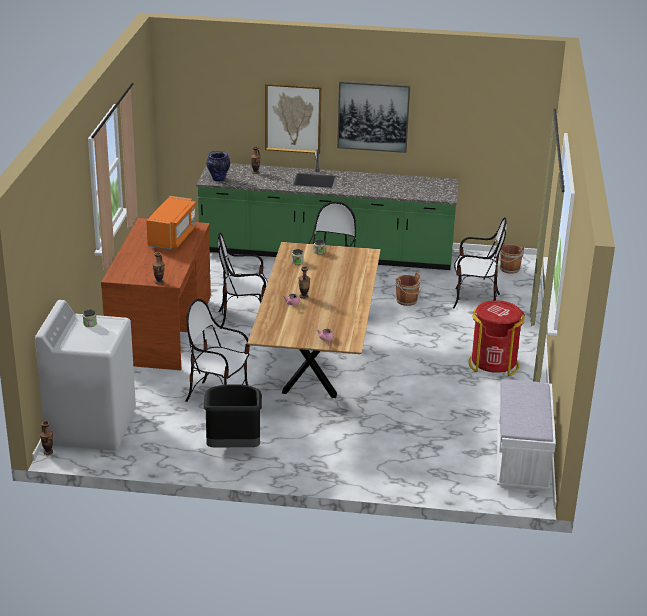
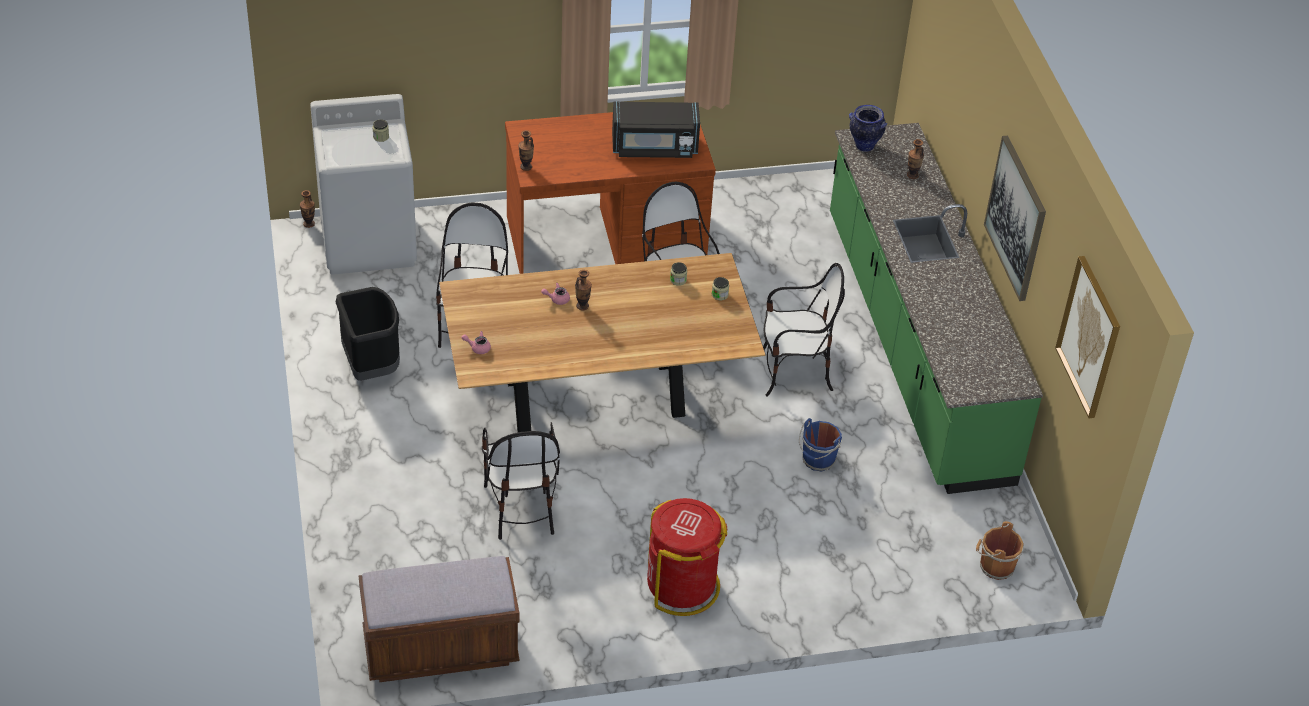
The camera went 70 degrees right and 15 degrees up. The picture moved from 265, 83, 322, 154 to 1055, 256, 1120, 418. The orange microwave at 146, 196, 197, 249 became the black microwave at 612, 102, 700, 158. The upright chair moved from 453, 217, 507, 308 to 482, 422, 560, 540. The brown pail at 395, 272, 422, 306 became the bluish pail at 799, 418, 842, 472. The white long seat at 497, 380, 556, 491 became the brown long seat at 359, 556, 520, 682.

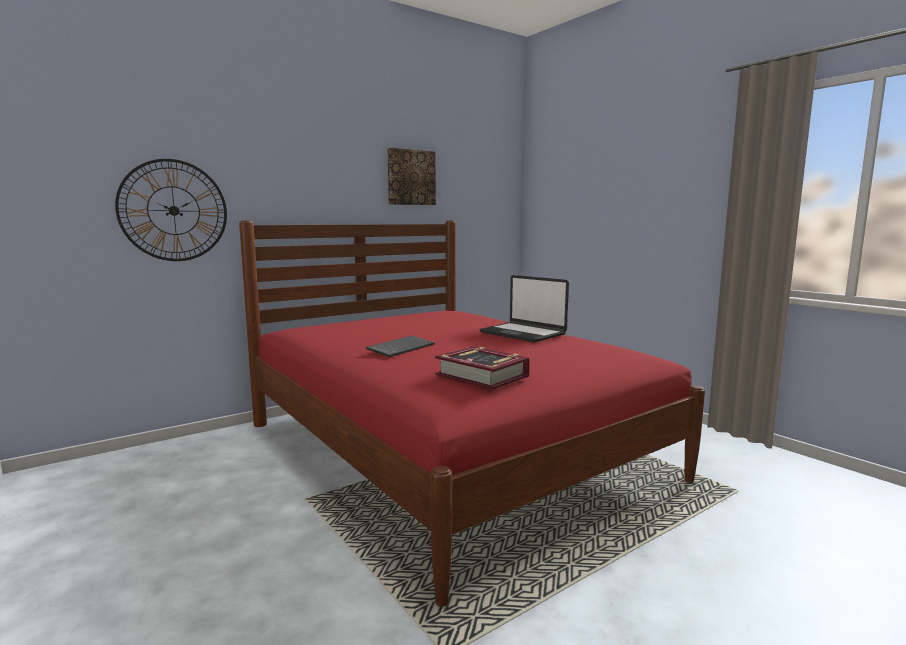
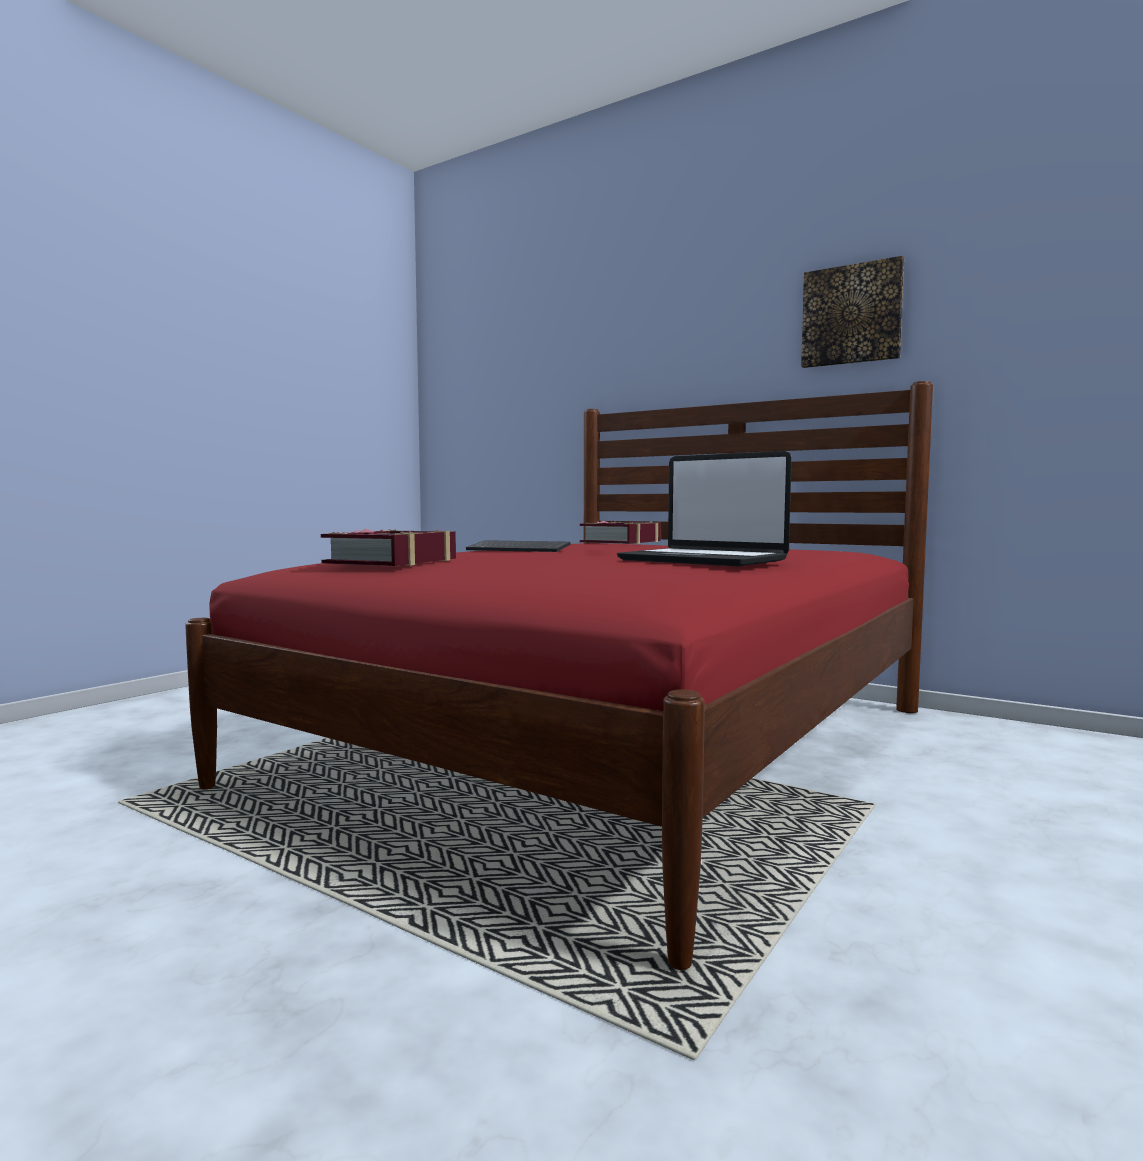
The camera went 70 degrees right and 5 degrees down. The wall clock at 115, 159, 227, 261 disappeared. The portable computer at 479, 275, 569, 342 turned 75 degrees counterclockwise. The book at 580, 521, 661, 544 appeared.

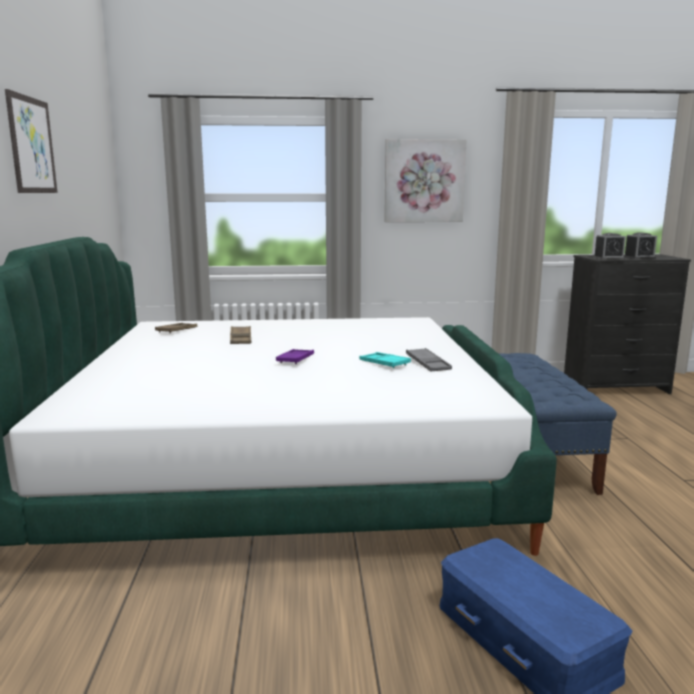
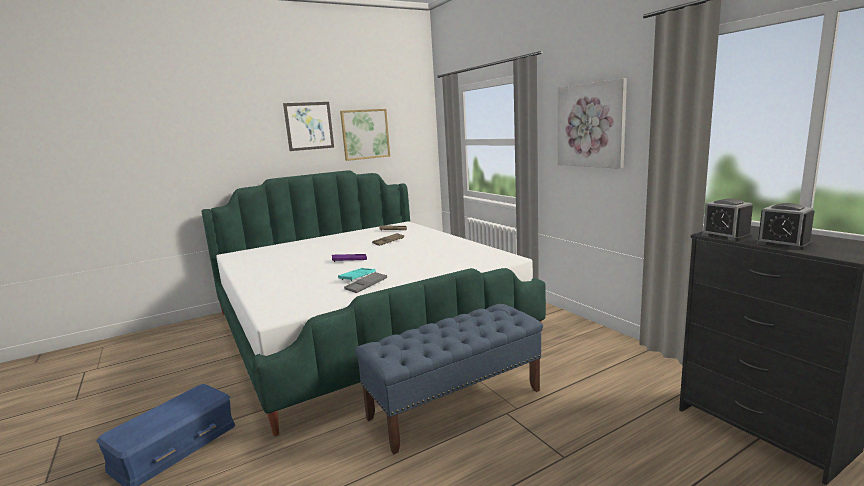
The camera went 65 degrees right and 0 degrees up. The picture at 340, 109, 390, 161 appeared.

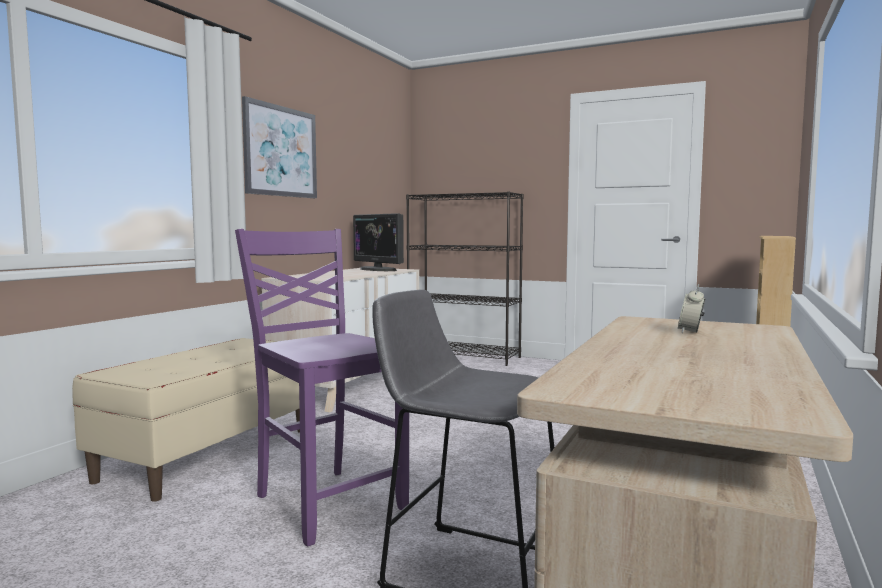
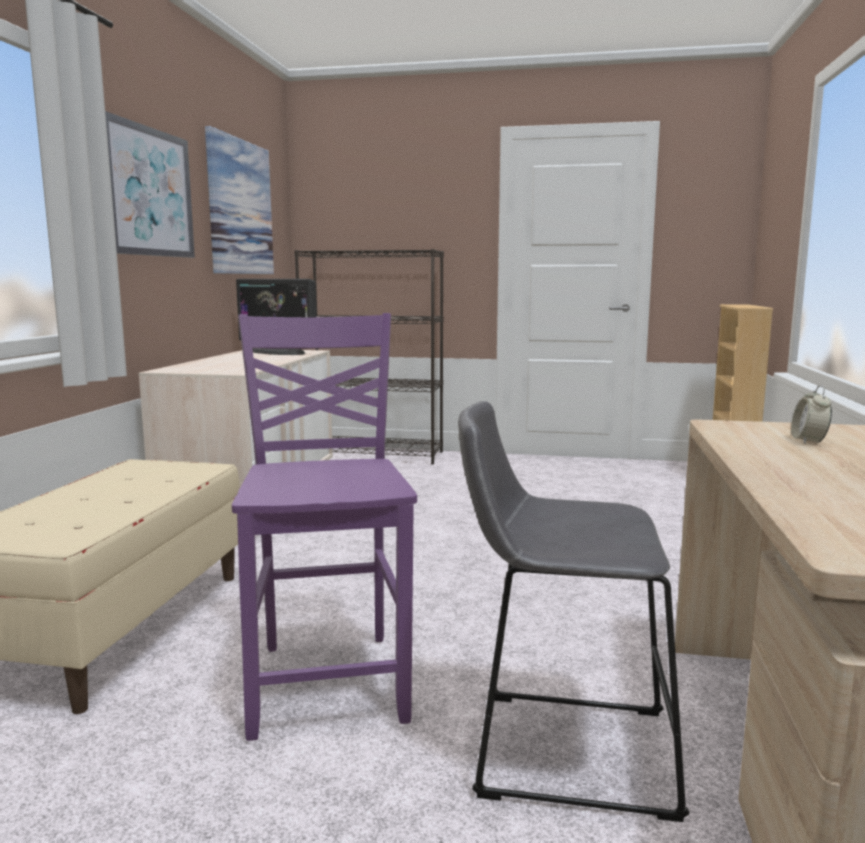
The camera went 15 degrees left and 5 degrees up. The purplish upright chair at 235, 229, 409, 546 turned 45 degrees clockwise. The picture at 205, 126, 274, 274 appeared.

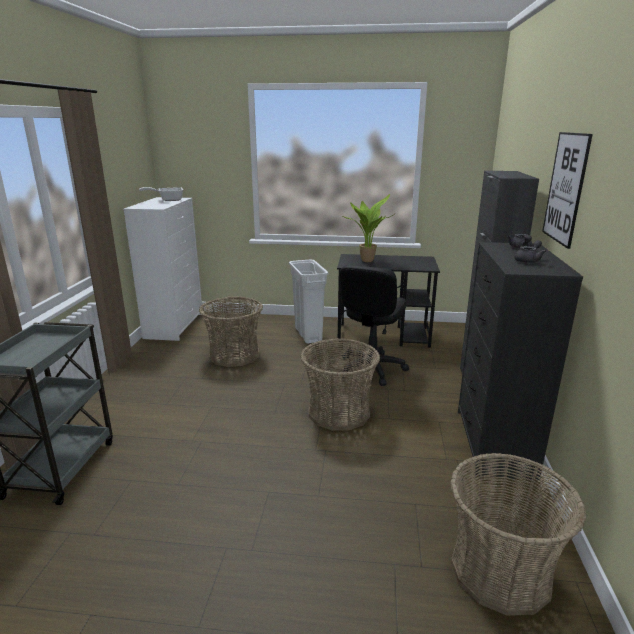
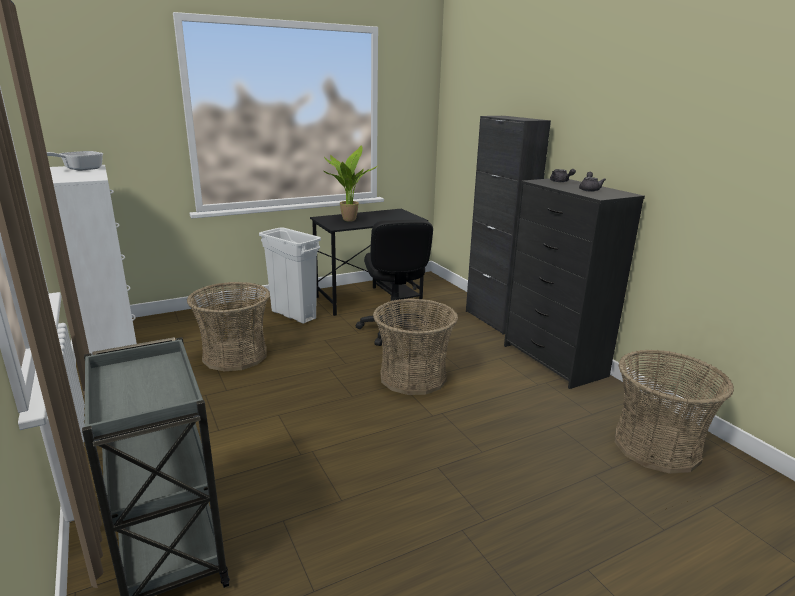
The camera went 35 degrees left and 0 degrees up. The picture at 542, 132, 593, 249 disappeared.

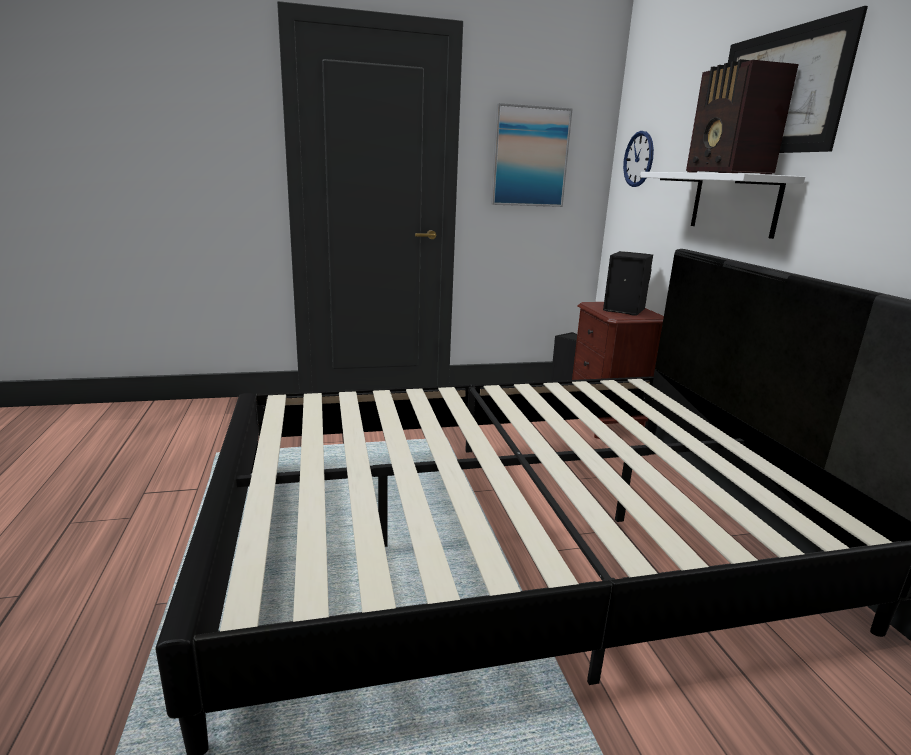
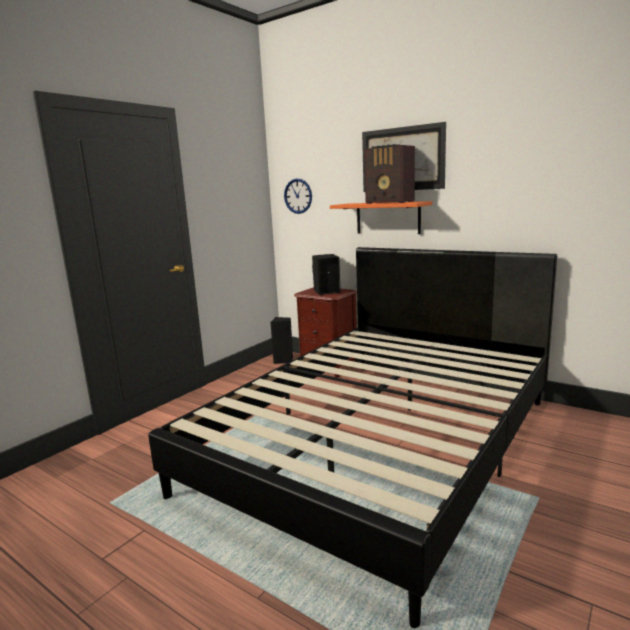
The camera went 40 degrees left and 5 degrees down. The picture at 491, 103, 572, 207 disappeared. The white wall shelf at 640, 172, 805, 239 became the orange wall shelf at 330, 201, 432, 234.

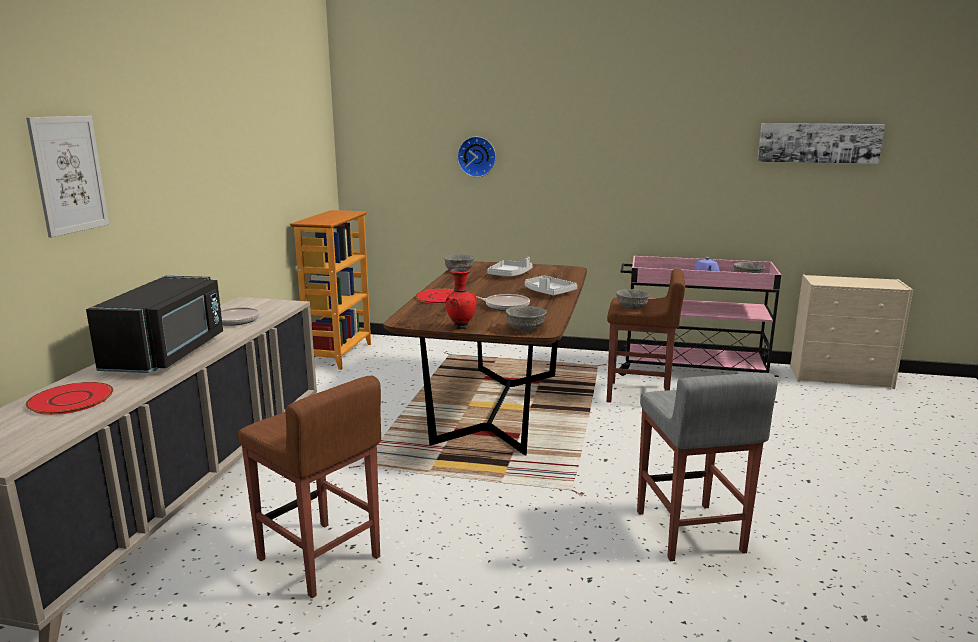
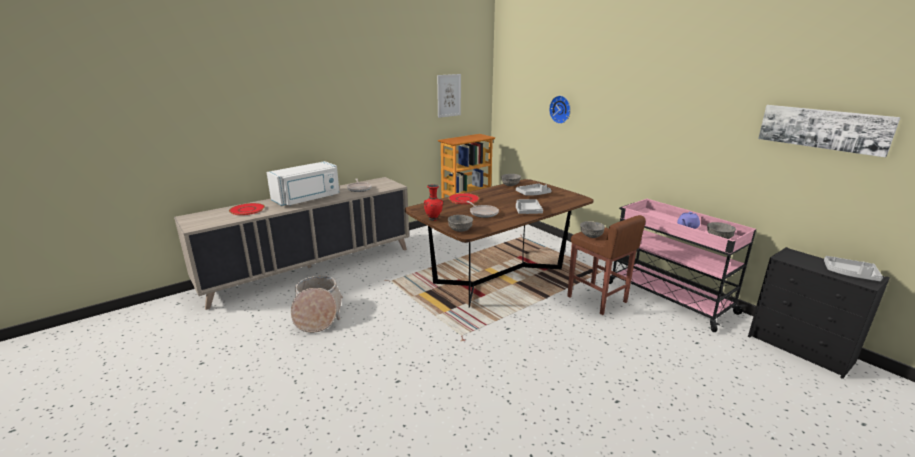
The camera went 40 degrees right and 5 degrees up. The picture moved from 26, 116, 109, 238 to 437, 74, 461, 118. The beige-coloured dresser at 790, 275, 913, 389 became the black dresser at 748, 247, 890, 379. The black microwave at 86, 276, 223, 373 became the white microwave at 266, 161, 340, 206. The gray sitting stool at 637, 373, 777, 561 disappeared. The brown sitting stool at 238, 376, 381, 598 was replaced by the basket at 291, 276, 343, 333. The gray carrying tray at 824, 256, 882, 281 appeared.

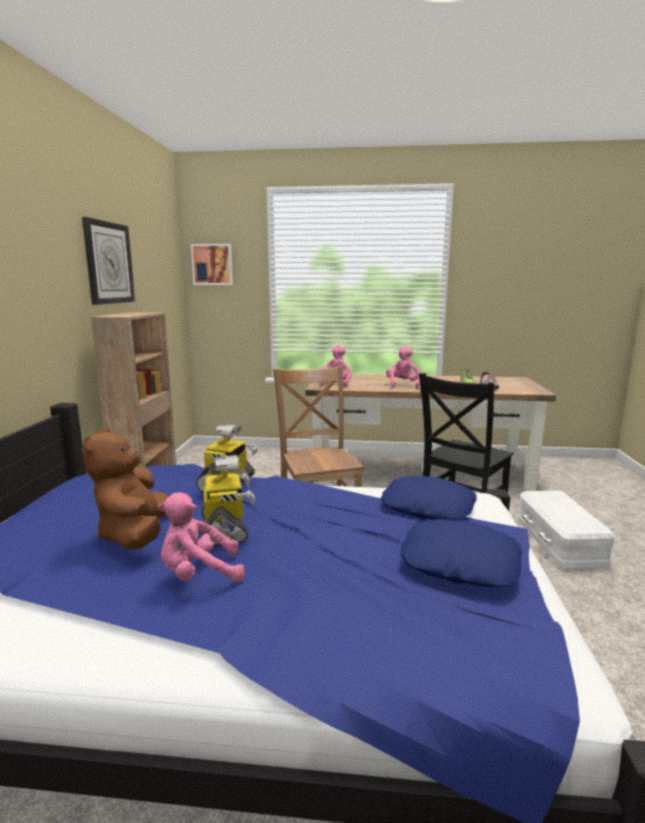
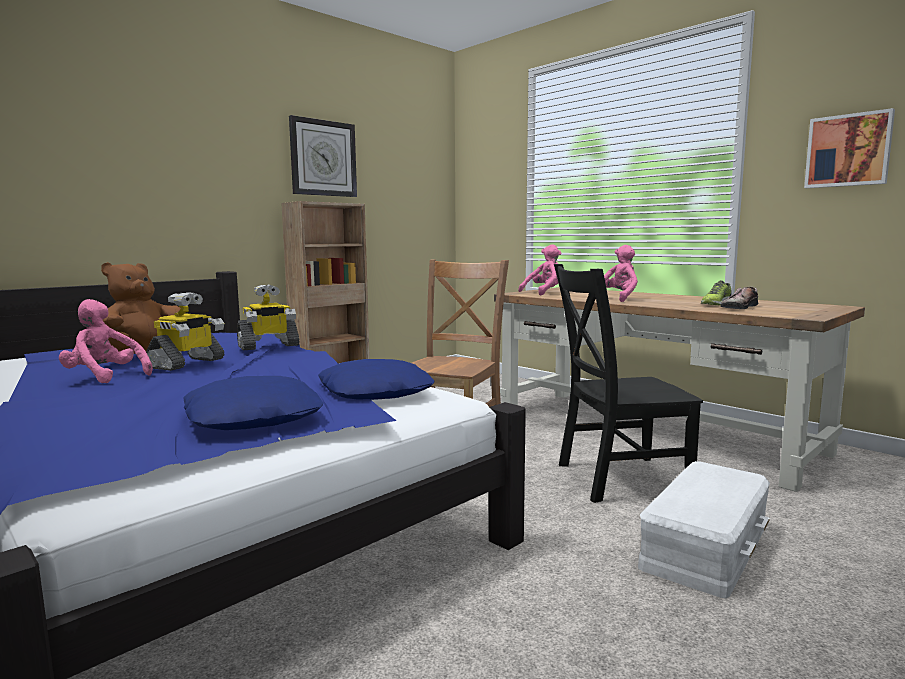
The camera went 40 degrees right and 5 degrees down. The picture moved from 191, 244, 233, 285 to 804, 108, 895, 188.

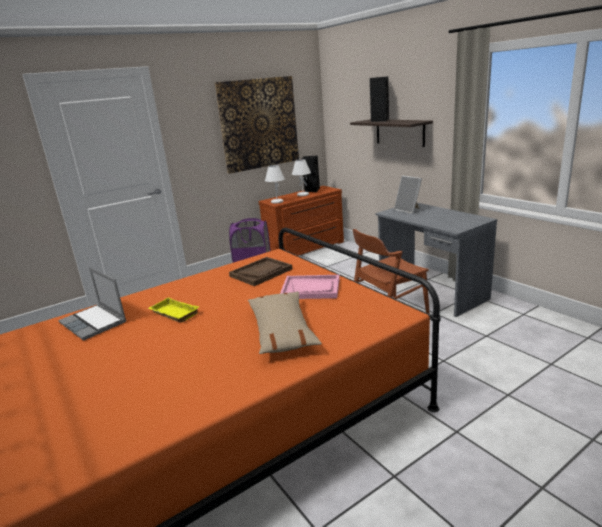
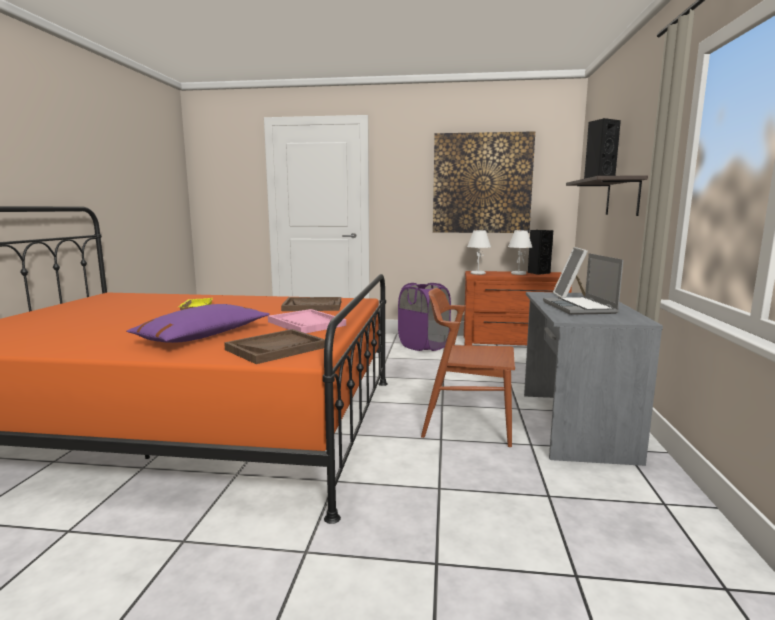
The camera went 40 degrees right and 10 degrees down. The portable computer moved from 58, 267, 127, 340 to 543, 253, 623, 315. The beige-coloured cushion at 248, 291, 322, 354 became the purplish cushion at 126, 304, 270, 343. The brown carrying tray at 224, 329, 325, 364 appeared.

